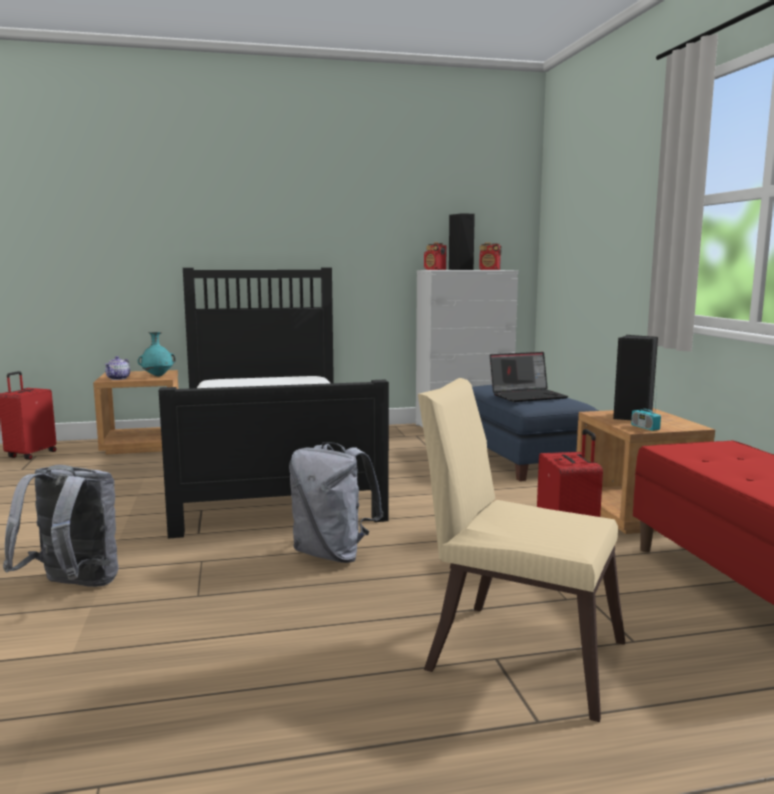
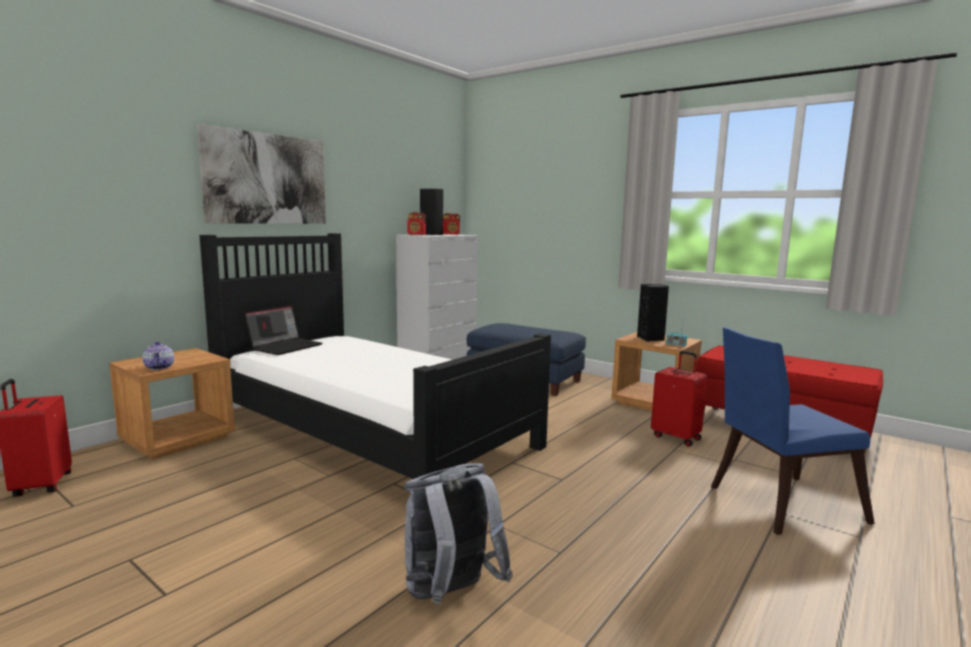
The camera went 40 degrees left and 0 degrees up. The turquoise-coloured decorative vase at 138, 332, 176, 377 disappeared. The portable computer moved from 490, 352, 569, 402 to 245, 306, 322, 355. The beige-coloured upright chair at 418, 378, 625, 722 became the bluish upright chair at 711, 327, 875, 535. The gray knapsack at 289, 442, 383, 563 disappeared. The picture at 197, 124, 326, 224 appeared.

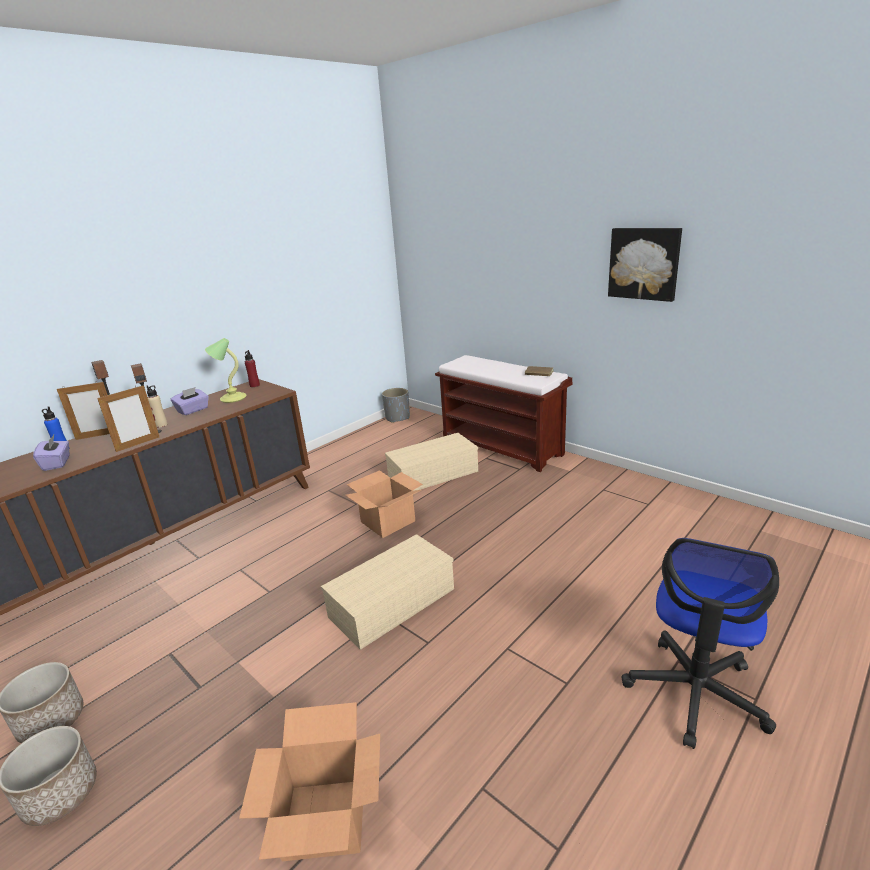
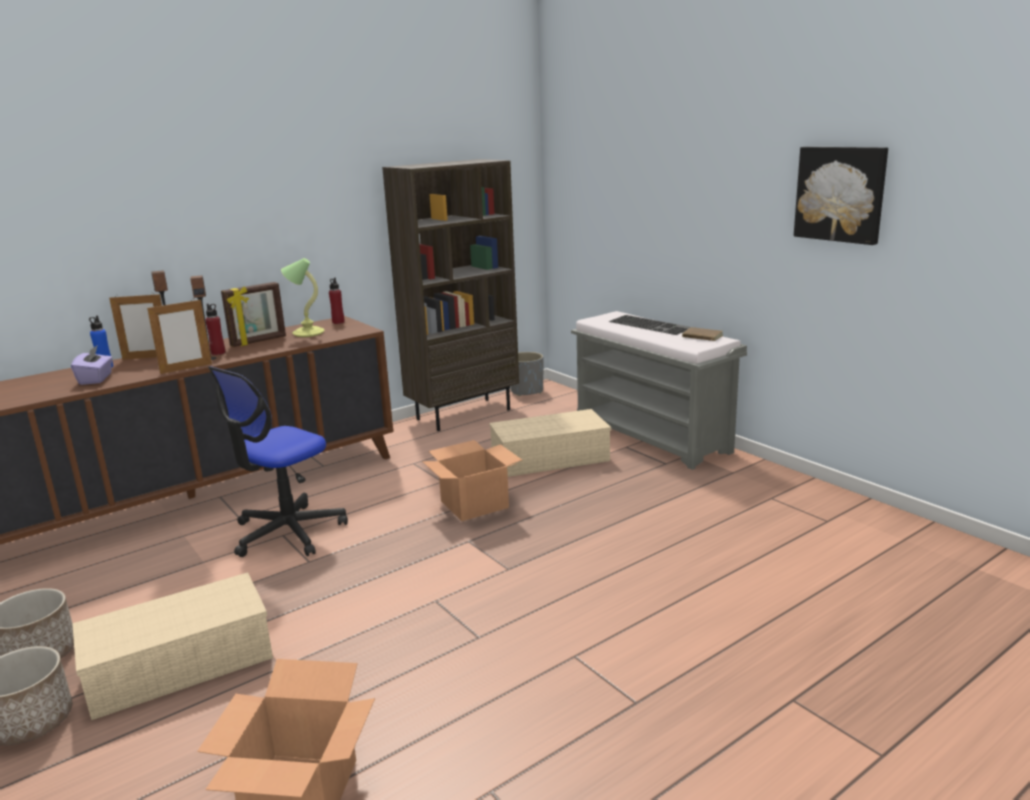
The camera went 10 degrees right and 5 degrees down. The brown long seat at 435, 355, 573, 472 became the gray long seat at 571, 311, 747, 470. The beige-coloured bottle at 147, 385, 168, 428 became the reddish bottle at 205, 304, 225, 355. The purplish tissue holder at 171, 387, 209, 415 was replaced by the picture frame at 221, 282, 286, 347. The beige-coloured storage box moved from 321, 534, 454, 650 to 72, 572, 273, 720. The desk chair moved from 621, 538, 779, 749 to 208, 366, 348, 557. The brown bookcase at 382, 159, 519, 431 appeared. The PC keyboard at 608, 315, 691, 335 appeared.

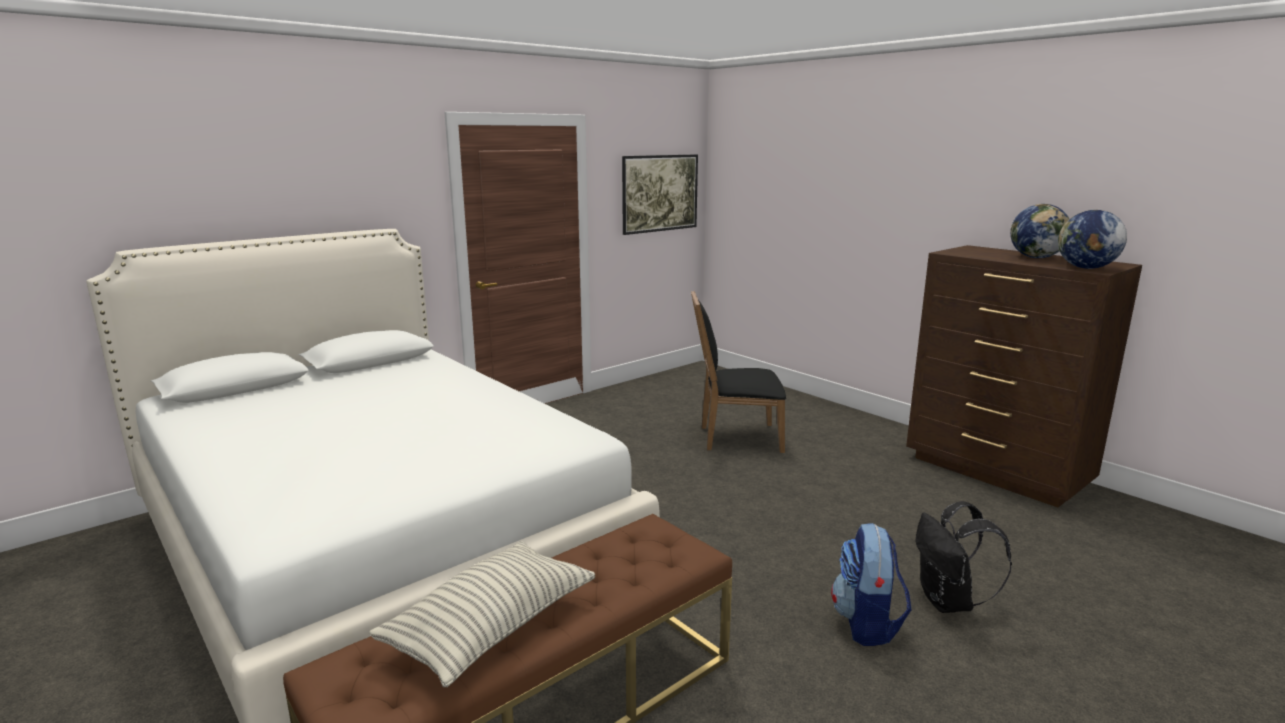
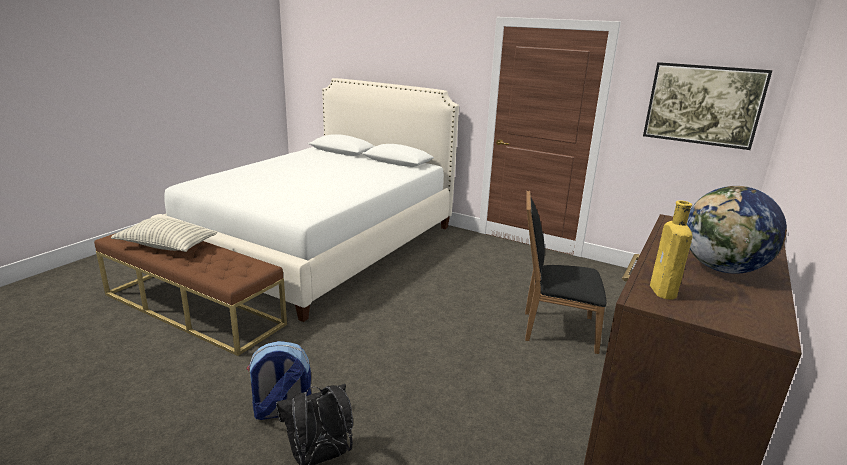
The camera went 70 degrees right and 5 degrees up. The globe at 1058, 210, 1127, 269 was replaced by the yellow bottle at 650, 200, 693, 300. The black upright chair at 691, 291, 786, 453 turned 60 degrees counterclockwise.

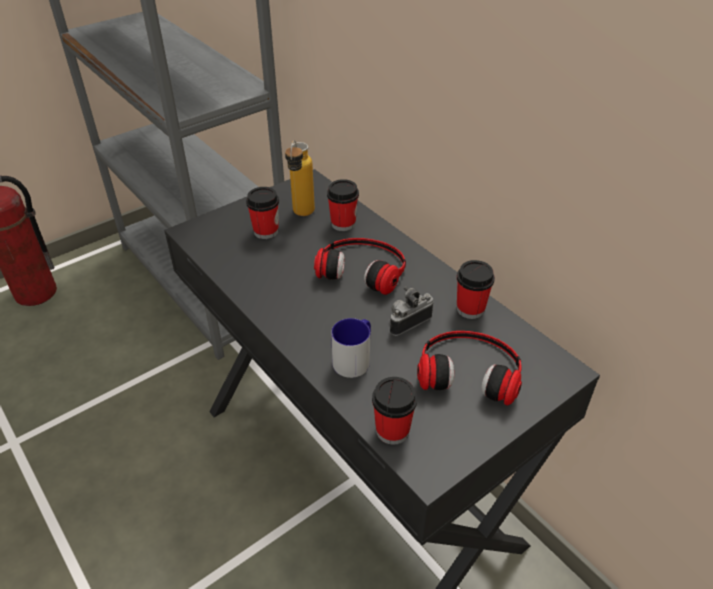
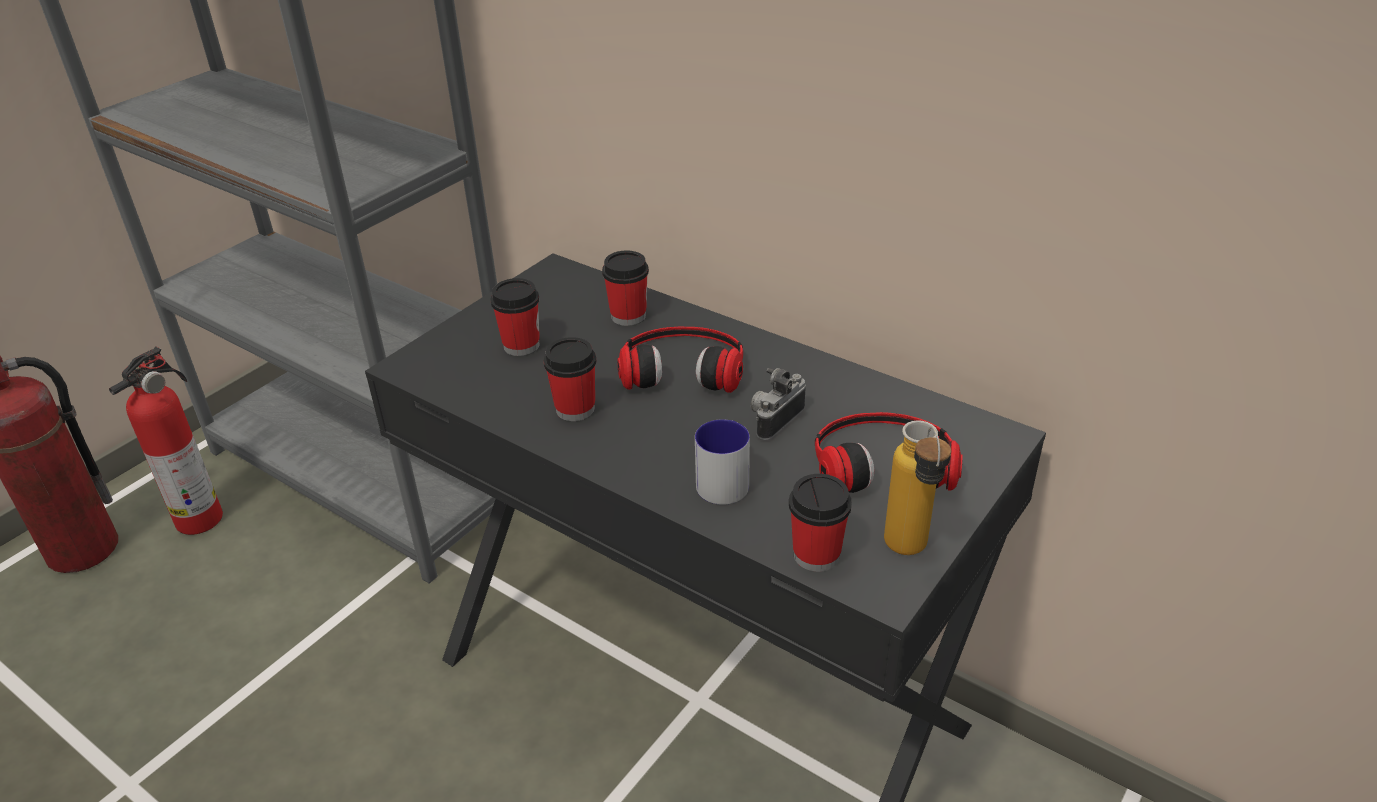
The camera went 15 degrees left and 5 degrees down. The bottle moved from 285, 140, 315, 216 to 884, 420, 951, 555. The small cup moved from 457, 260, 495, 319 to 544, 337, 596, 421. The extinguisher at 109, 346, 223, 535 appeared.

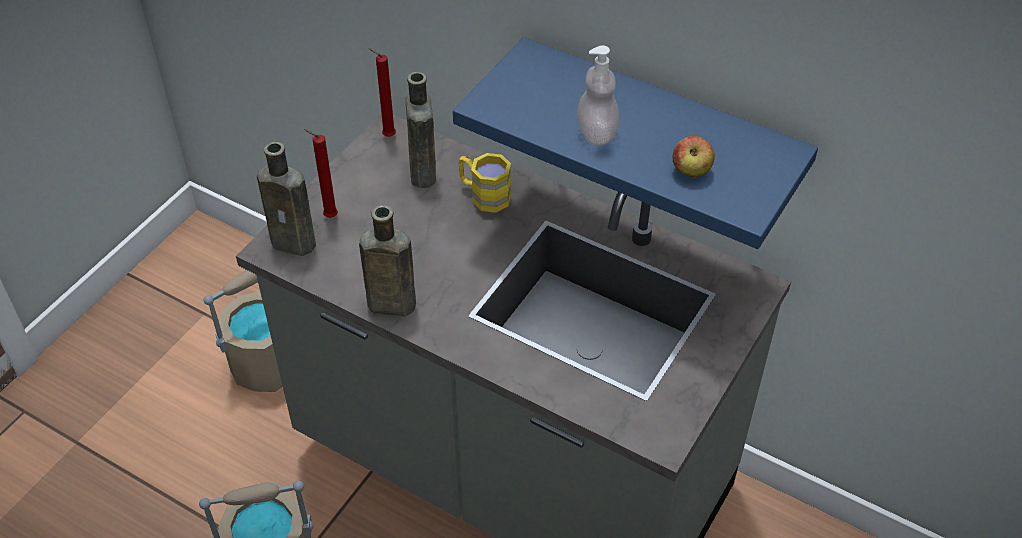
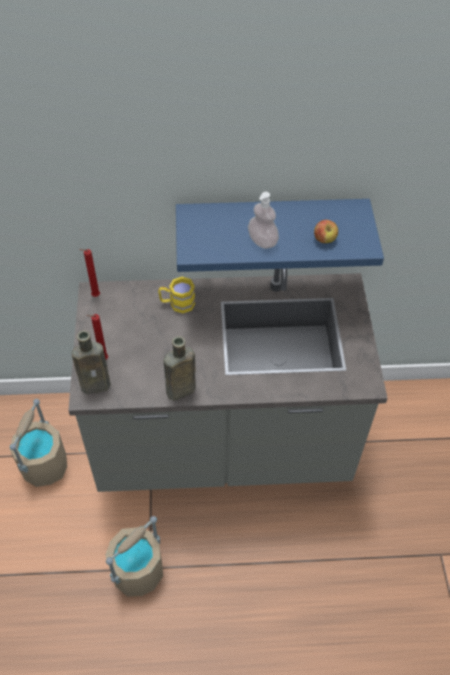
The camera went 35 degrees left and 5 degrees up. The brown bottle at 405, 72, 436, 188 disappeared.

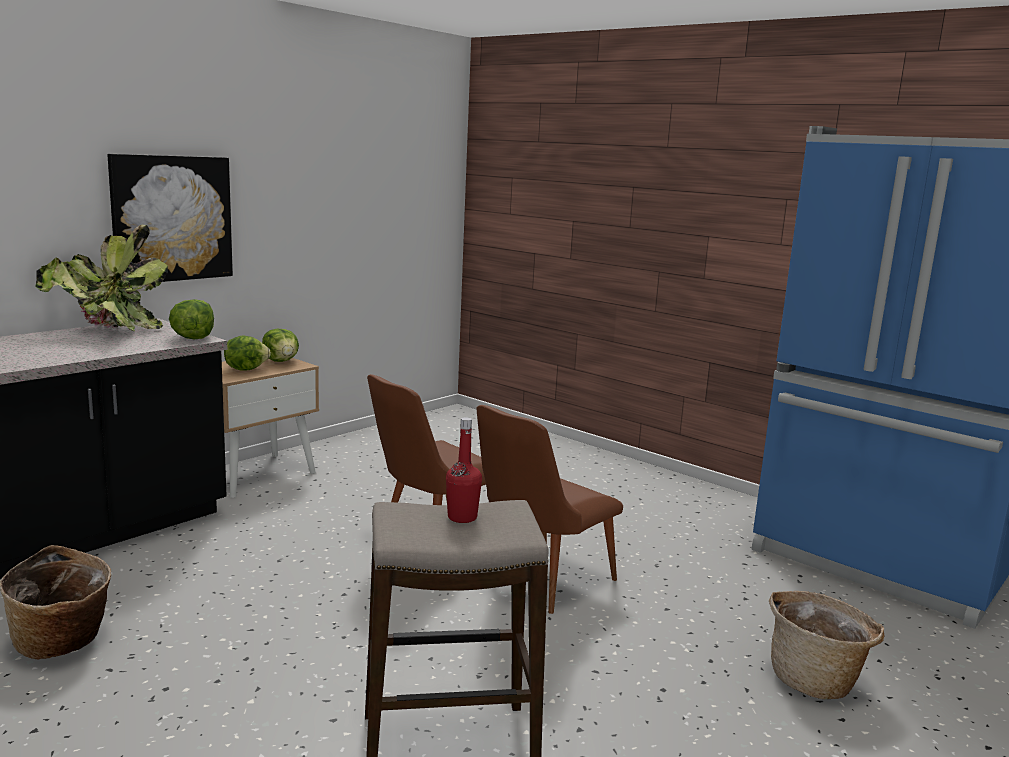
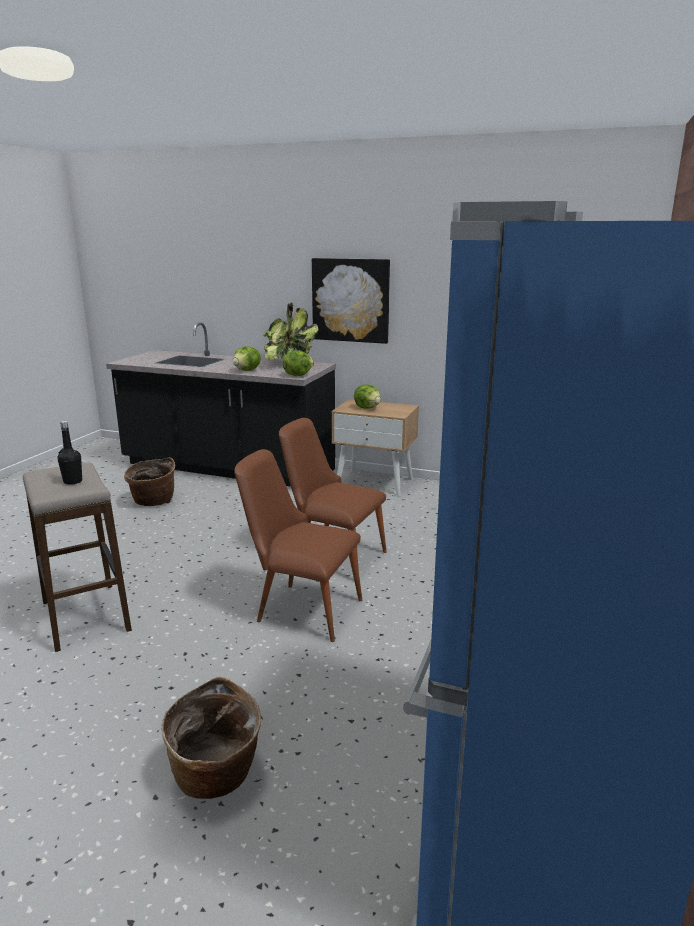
The camera went 70 degrees right and 5 degrees up. The lettuce moved from 262, 329, 299, 362 to 233, 346, 261, 371. The reddish bottle at 446, 417, 482, 523 became the black bottle at 57, 421, 82, 485.

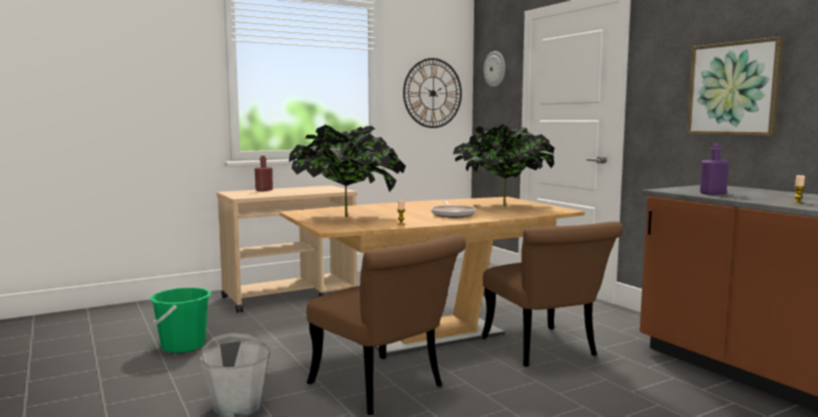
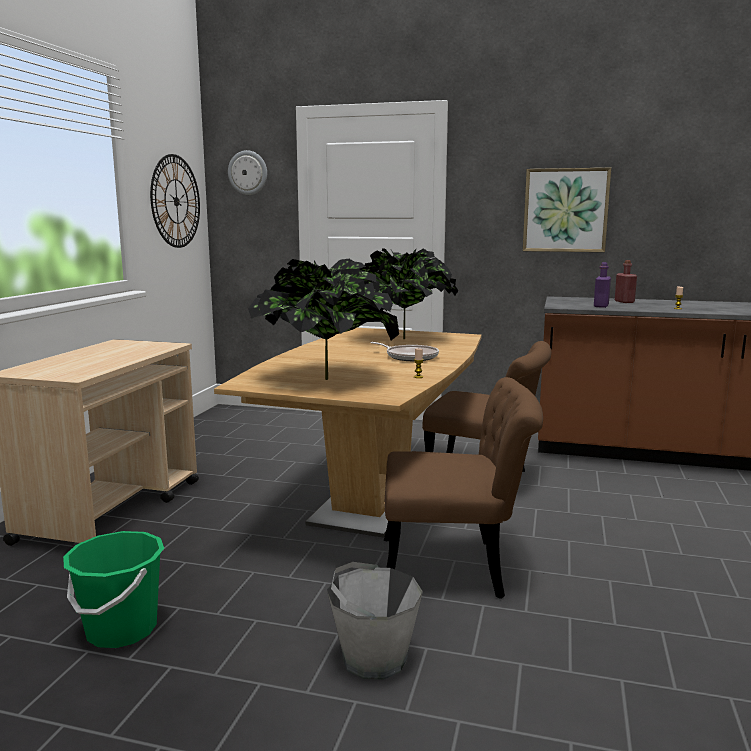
The camera went 45 degrees left and 5 degrees up. The reddish bottle moved from 255, 156, 273, 191 to 615, 260, 637, 303.

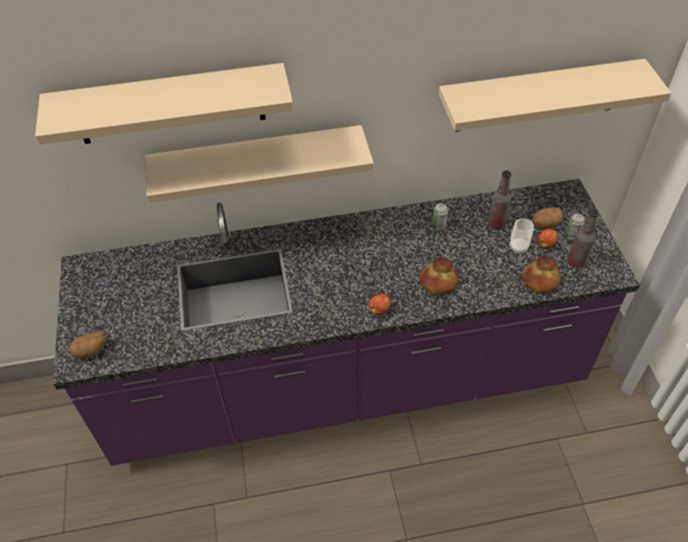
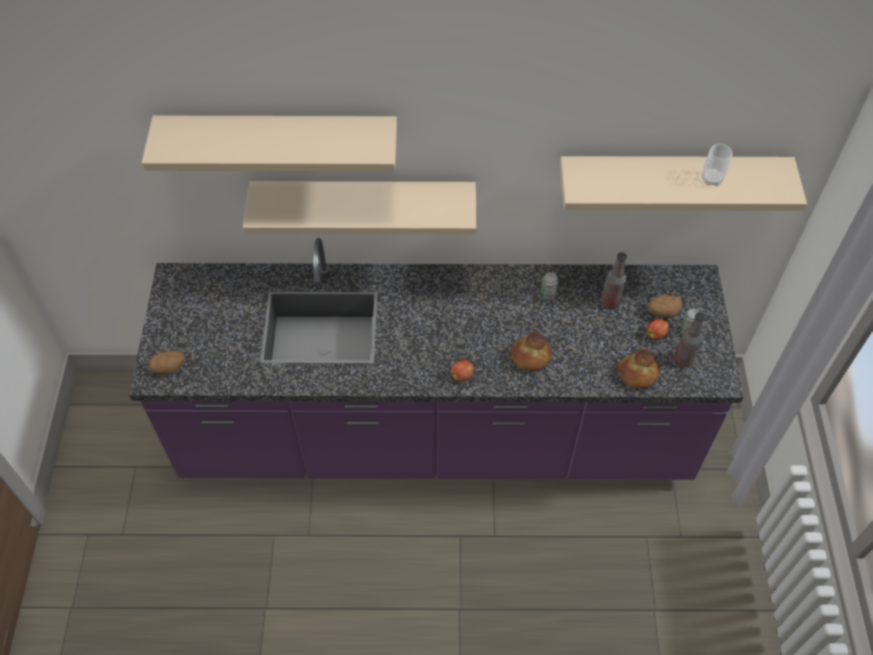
The camera went 10 degrees right and 5 degrees up. The small cup moved from 510, 218, 534, 253 to 702, 144, 733, 186.

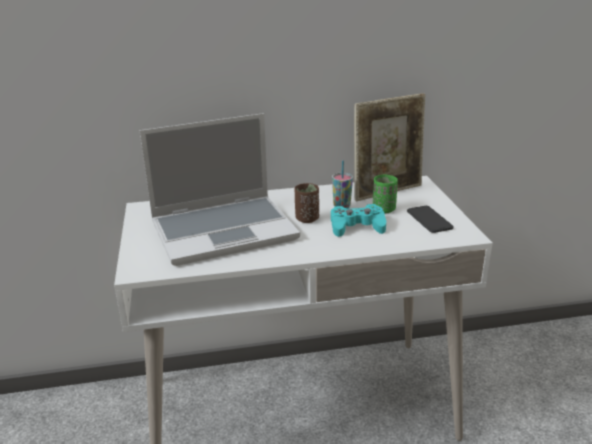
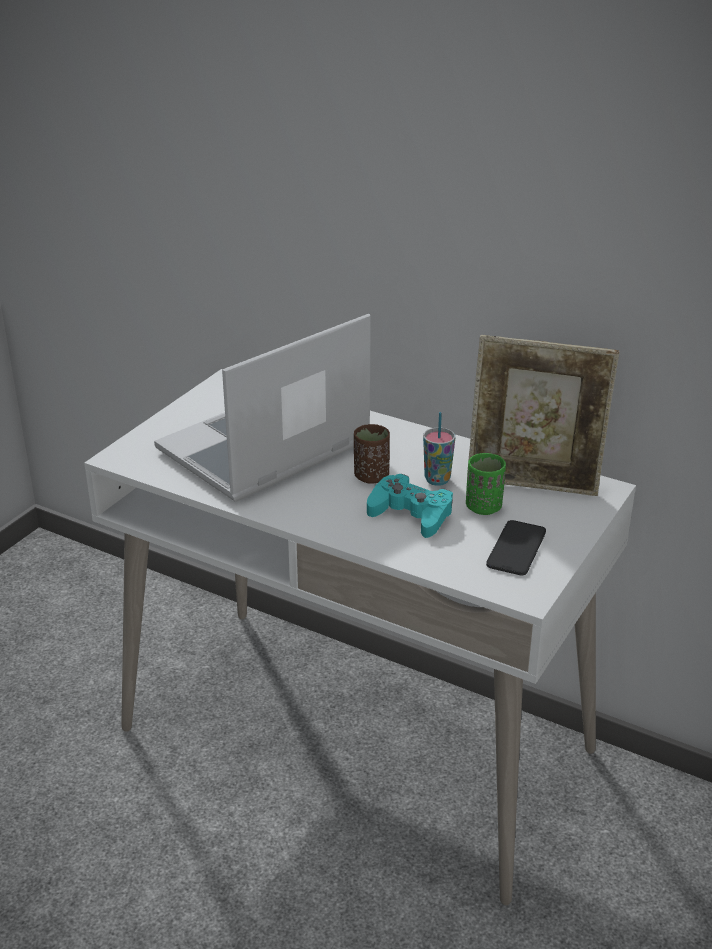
The camera went 40 degrees right and 5 degrees up. The portable computer at 140, 113, 300, 266 turned 120 degrees clockwise.

